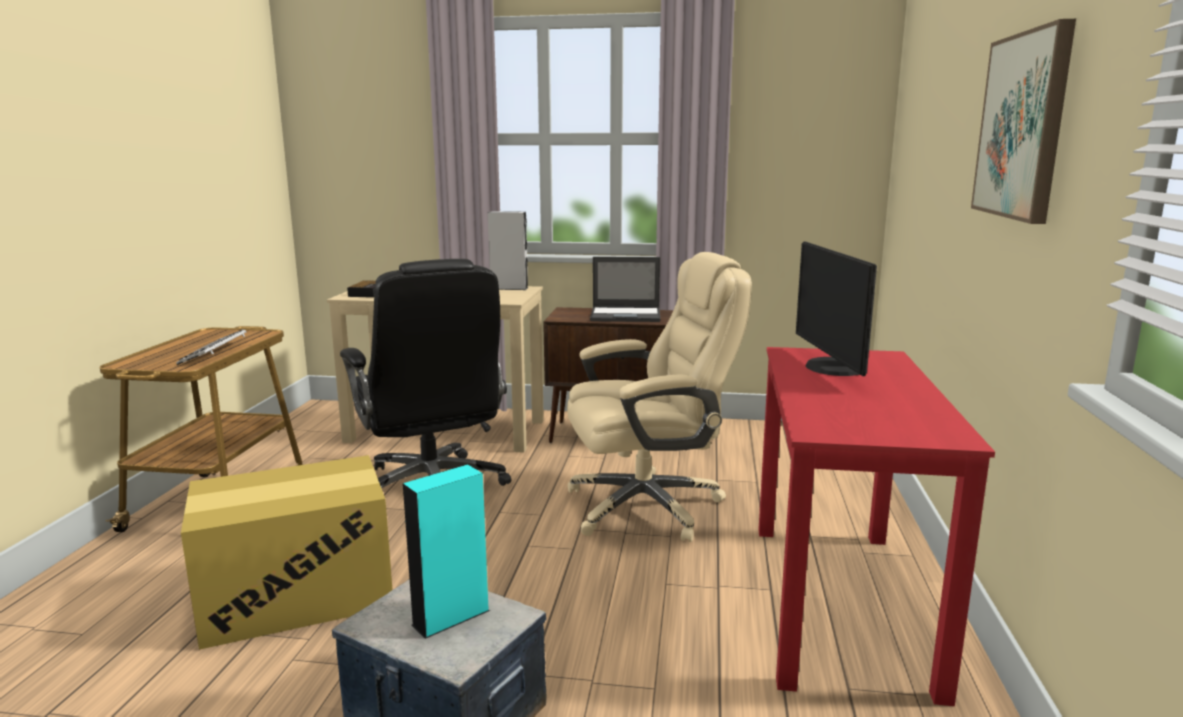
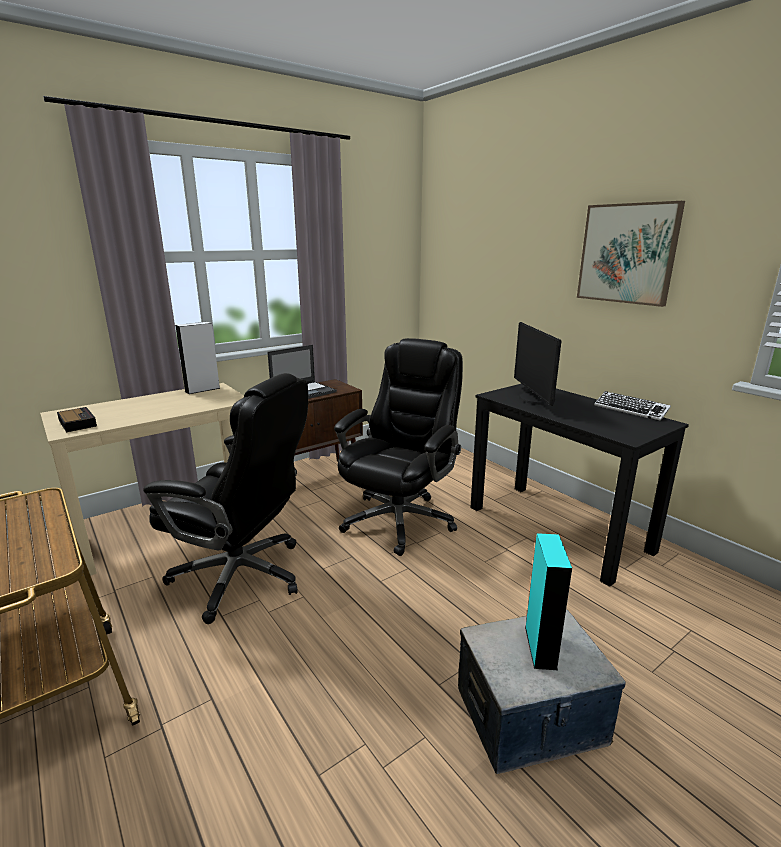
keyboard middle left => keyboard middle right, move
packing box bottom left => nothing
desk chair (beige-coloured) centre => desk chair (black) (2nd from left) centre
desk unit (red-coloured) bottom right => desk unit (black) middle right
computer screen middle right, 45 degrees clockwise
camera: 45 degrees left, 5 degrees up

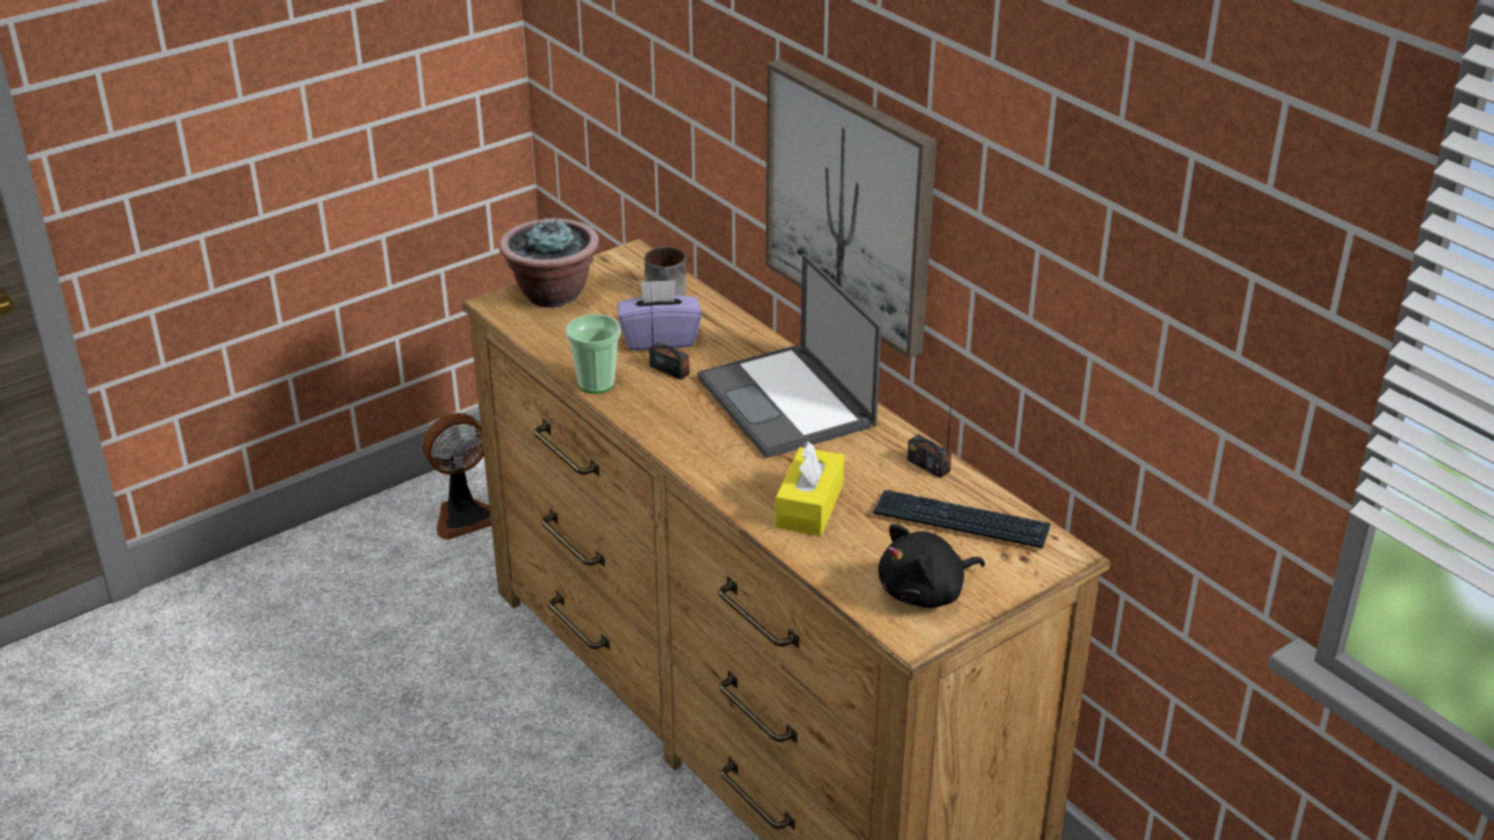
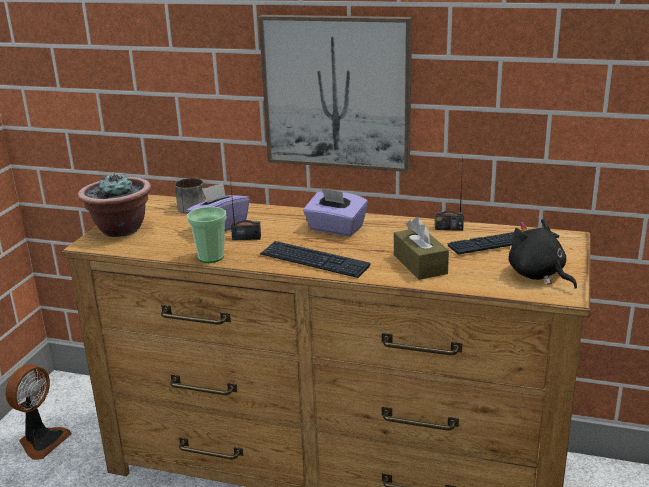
portable computer centre => tissue holder (purple) (2nd from left) centre
tissue holder (yellow) centre => tissue holder (brown) centre
plush toy (black) bottom centre => plush toy (black) middle right, 120 degrees clockwise
nothing => keyboard (1st from left) centre
camera: 35 degrees left, 10 degrees down

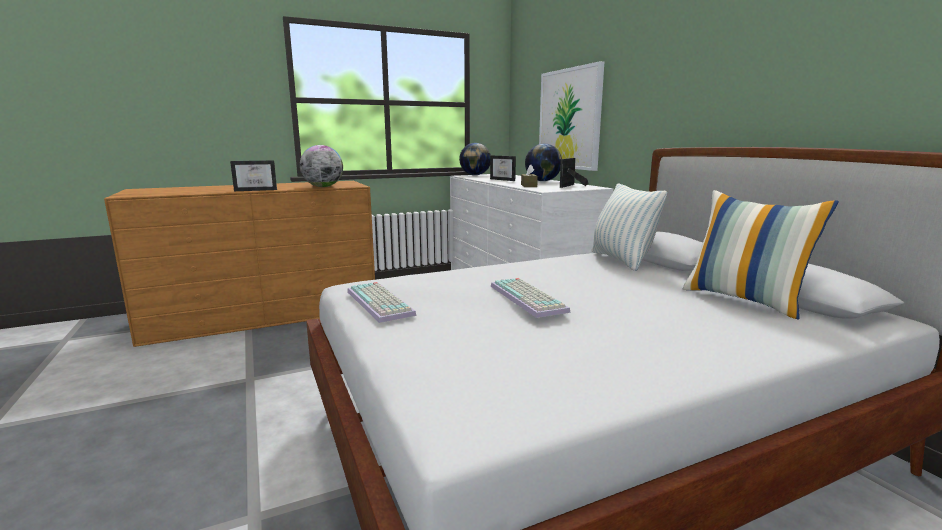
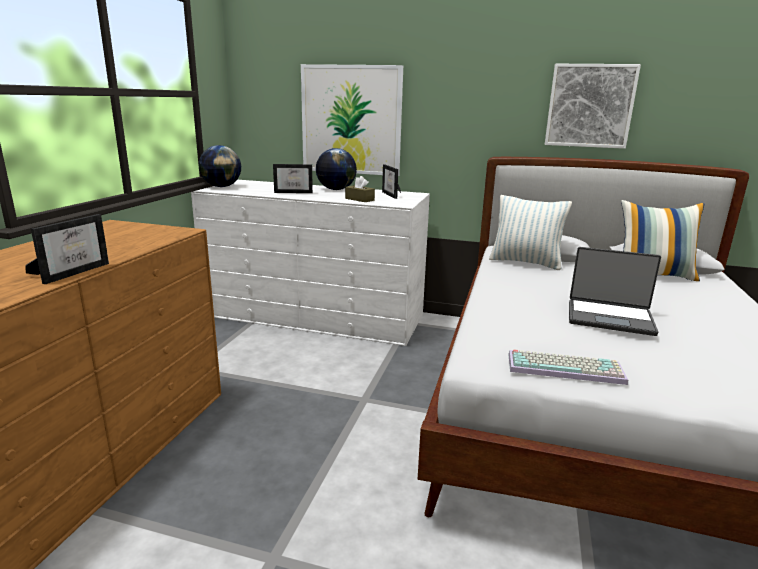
desk globe (1st from left) top centre => nothing
keyboard (2nd from left) centre => portable computer middle right
nothing => wall art (2nd from left) top right
camera: 50 degrees left, 5 degrees up

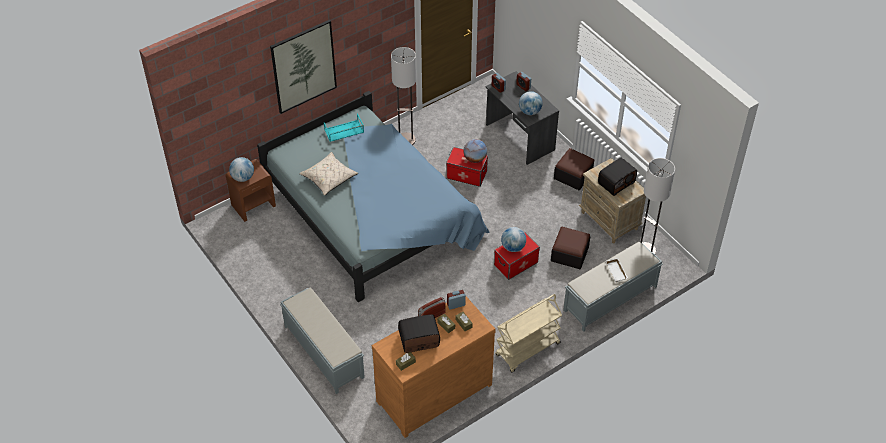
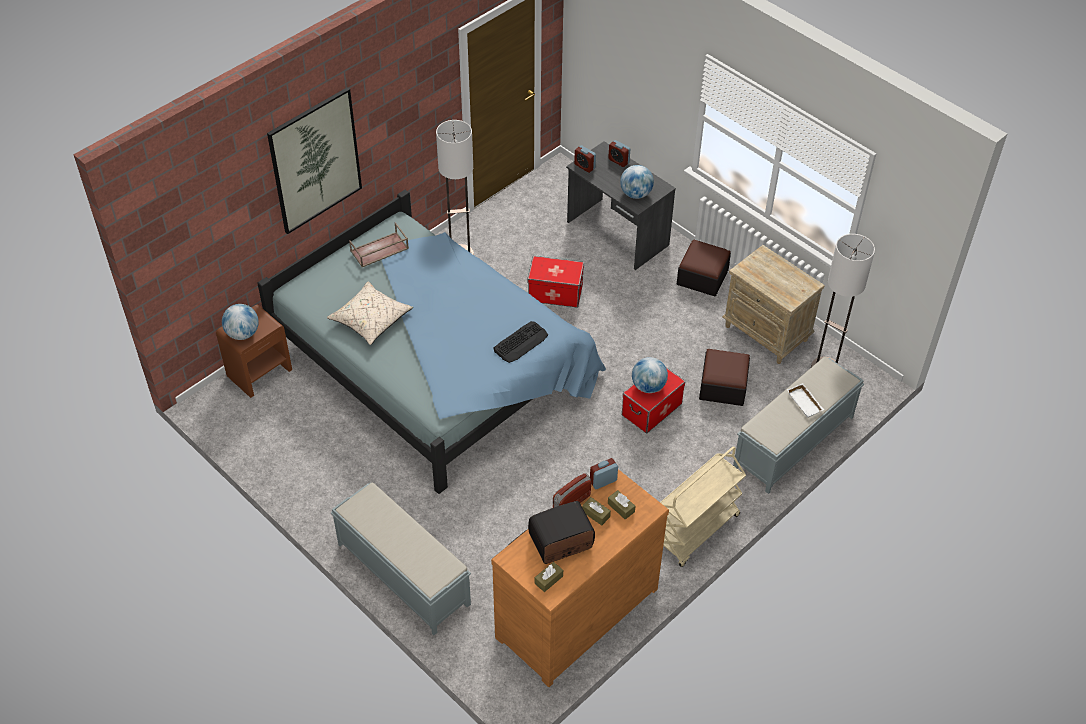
carrying tray (blue-green) top centre => carrying tray (brown) centre
desk globe (2nd from left) centre => nothing
radio (3rd from left) middle right => nothing
nothing => keyboard centre
camera: 10 degrees left, 0 degrees up

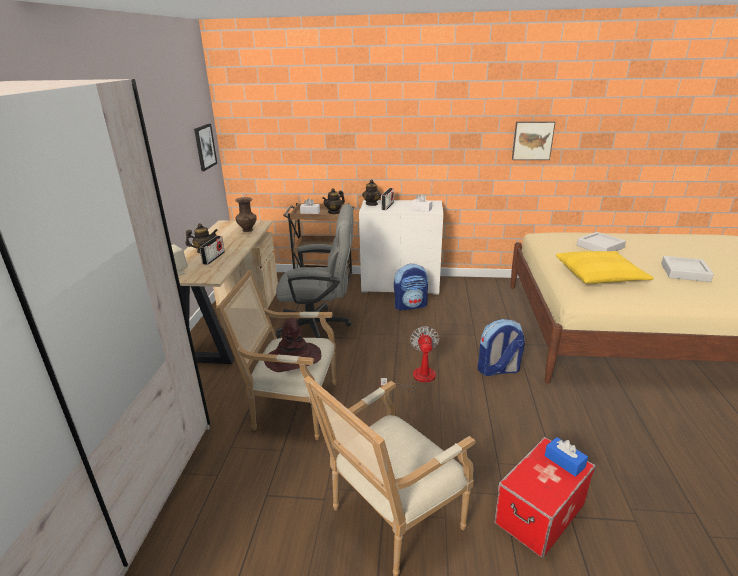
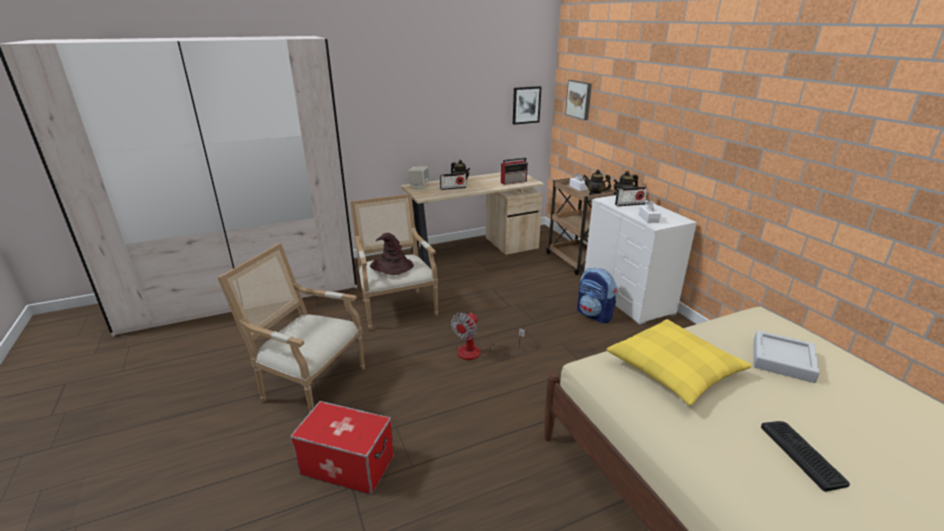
flower vase (brown) centre => radio (2nd from left) top centre
desk chair (gray) centre => nothing
electric fan centre, 150 degrees clockwise
rucksack (2nd from left) middle right => nothing
wall art (2nd from left) top right => wall art (2nd from left) top centre, move
tissue holder (bluish) bottom right => nothing
carrying tray (gray) (2nd from left) middle right => keyboard bottom right
camera: 60 degrees right, 0 degrees up

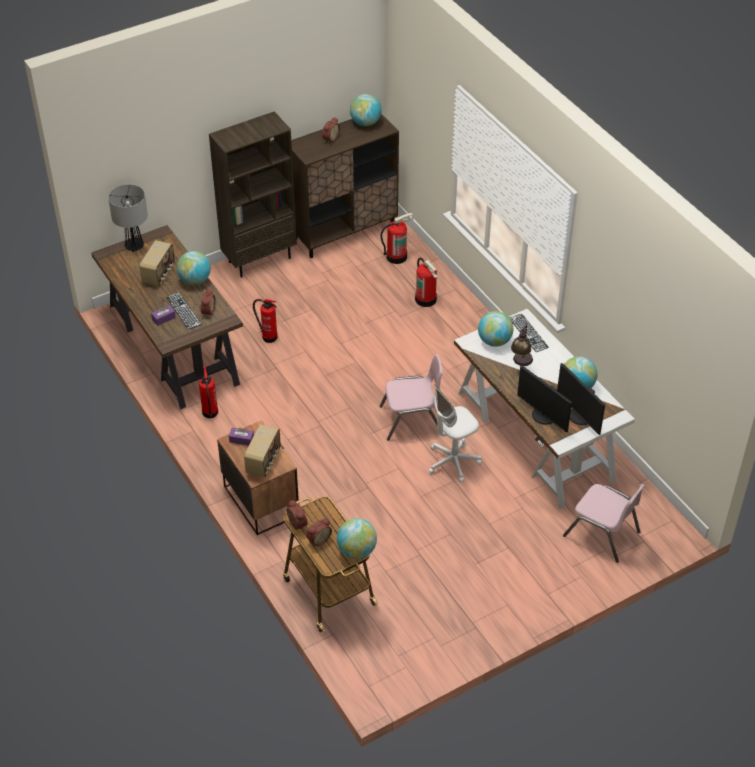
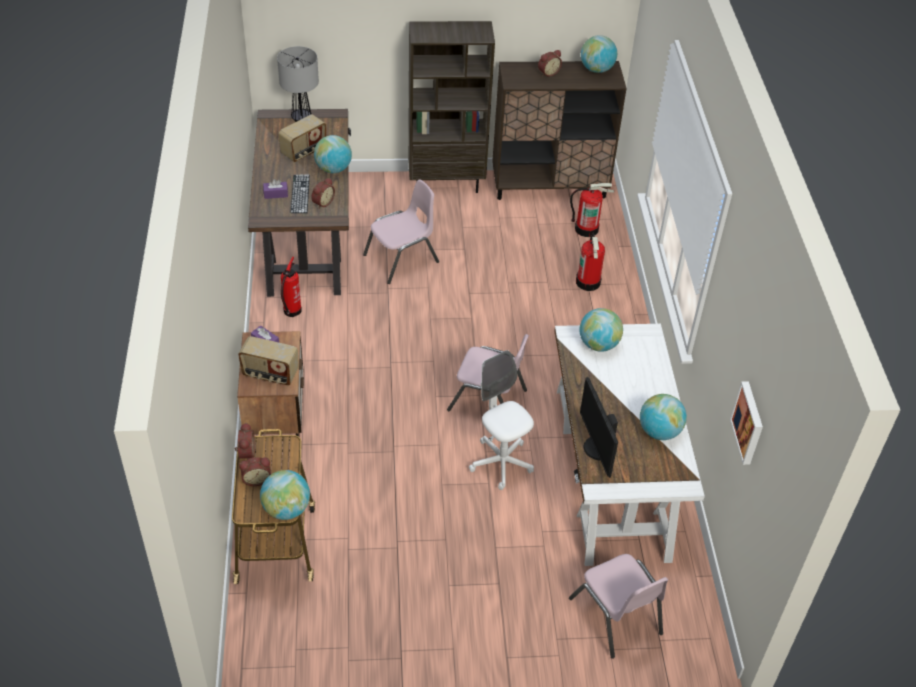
radio (2nd from left in the first image) centre => radio (1st from left) middle left, 60 degrees clockwise
fire-fighting cylinder (2nd from left) centre => upright chair (pink) (1st from left) centre
desk chair (white) centre, 60 degrees clockwise
keyboard (2nd from left) middle right => nothing
table lamp (2nd from left) middle right => nothing
computer screen (2nd from left) middle right => nothing
nothing => wall art middle right
camera: 25 degrees right, 0 degrees up

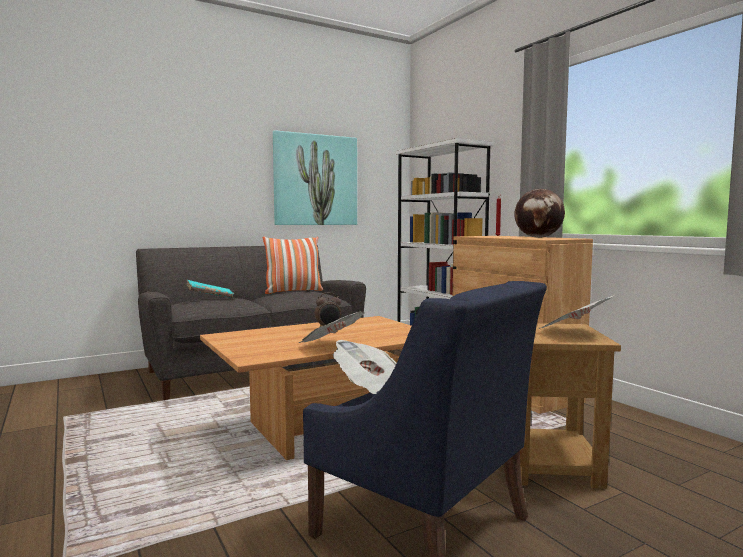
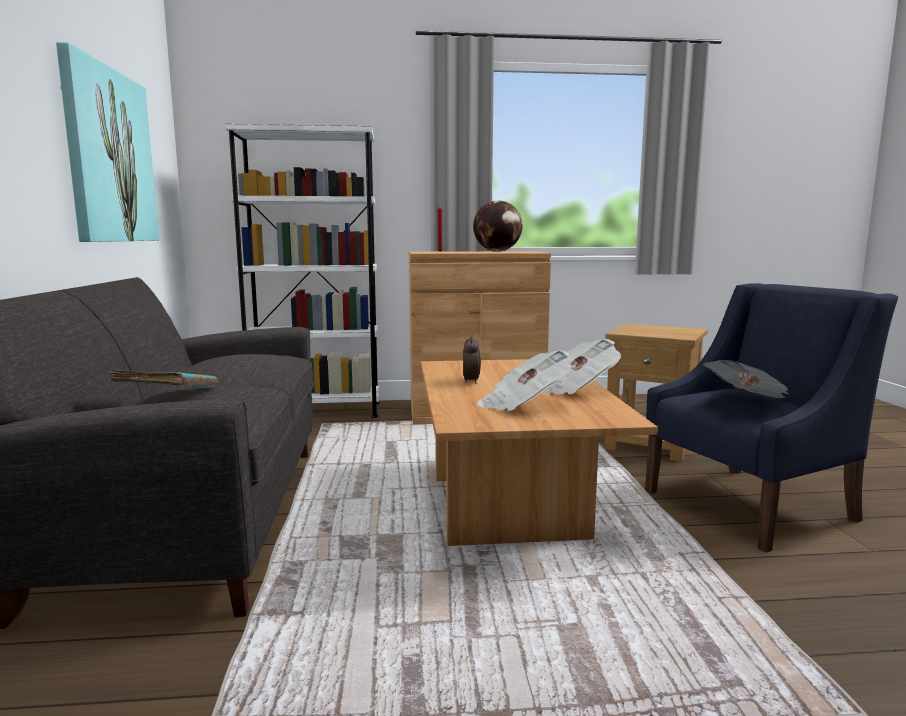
pillow centre => nothing
newspaper (3rd from left in the first image) middle right => newspaper (1st from left) centre, move
camera: 65 degrees left, 5 degrees up

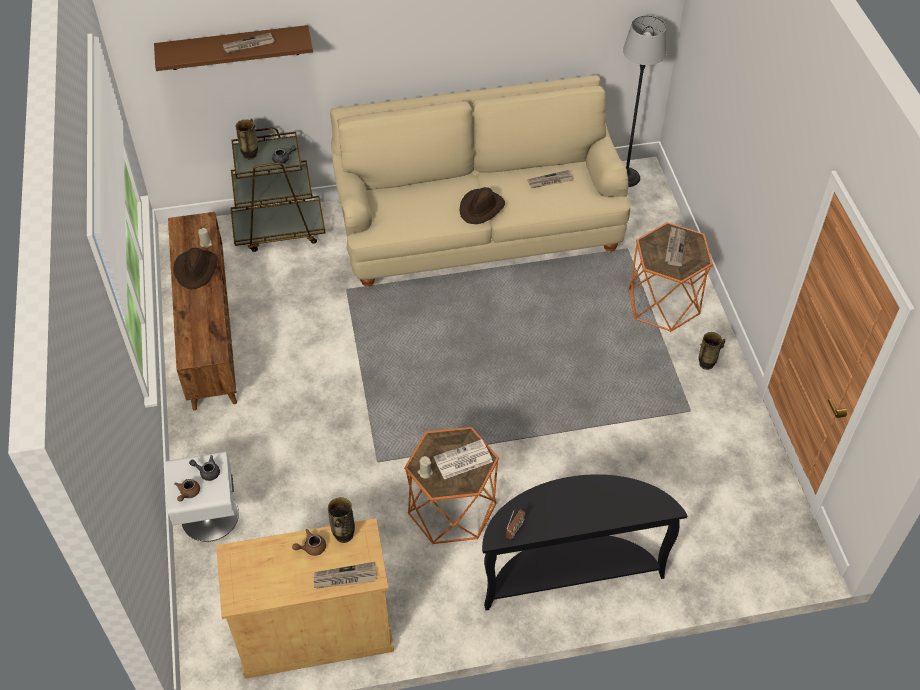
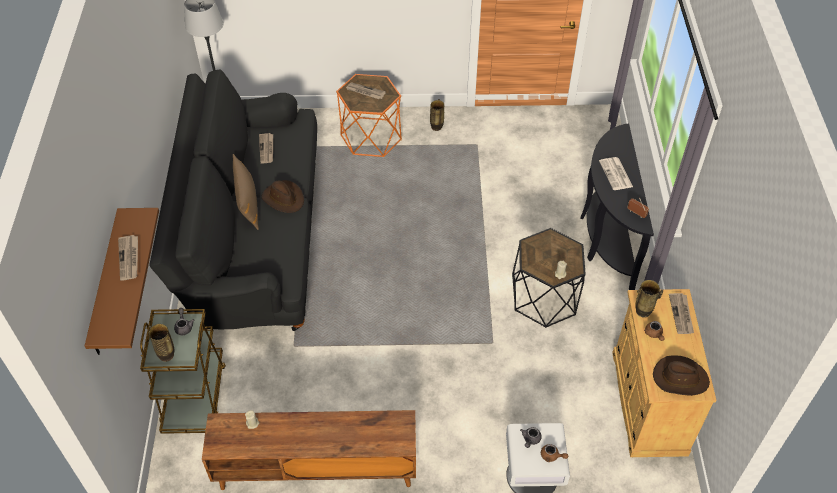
wearable hat (brown) (1st from left in the first image) middle left => wearable hat (brown) (2nd from left) bottom right, move
sofa (beige-coloured) top centre => sofa (black) middle left
side table (orange) (1st from left) bottom centre => side table (black) centre
newspaper (3rd from left in the first image) centre => newspaper (4th from left) middle right, move
nothing => pillow (brown) middle left
camera: 80 degrees left, 0 degrees up

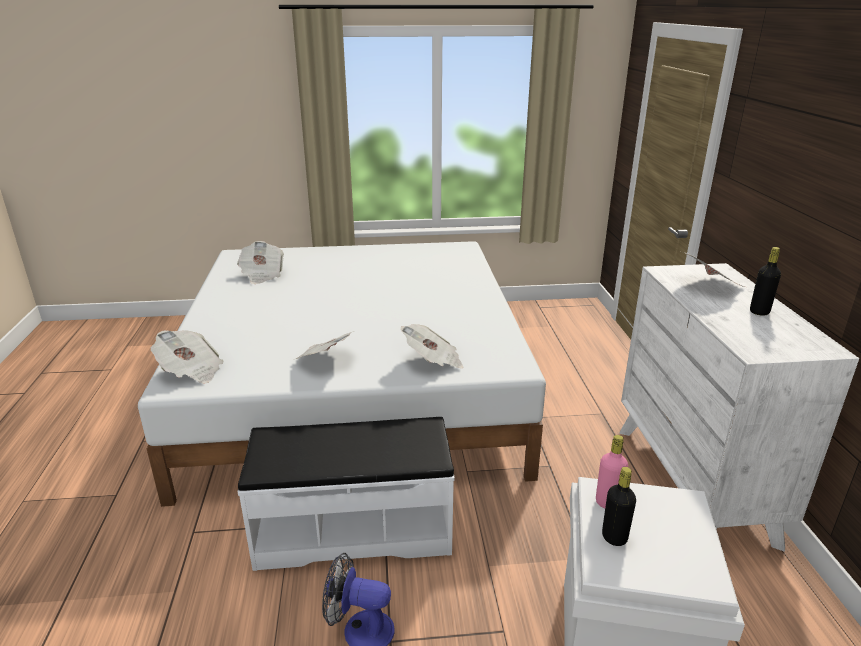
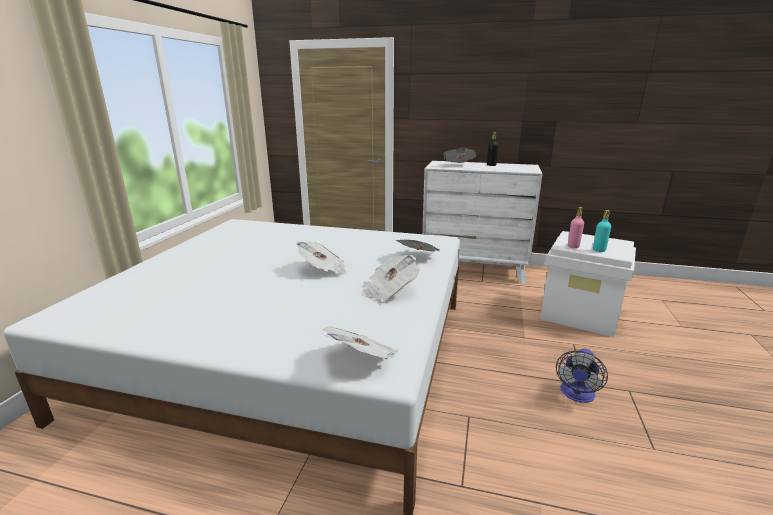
newspaper (2nd from left in the first image) middle left => newspaper (1st from left) centre, move
indoor bench (white) bottom centre => nothing
drink bottle (black) (1st from left) bottom right => drink bottle (blue-green) middle right
camera: 70 degrees left, 5 degrees down

